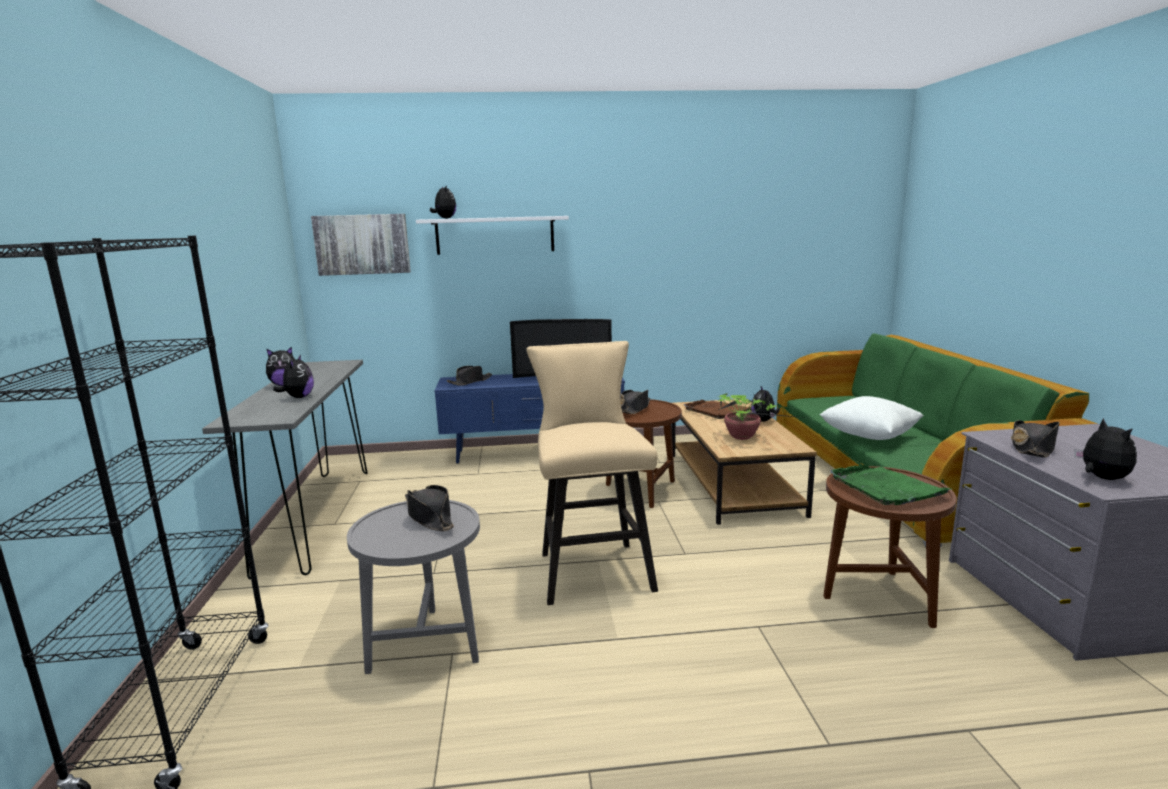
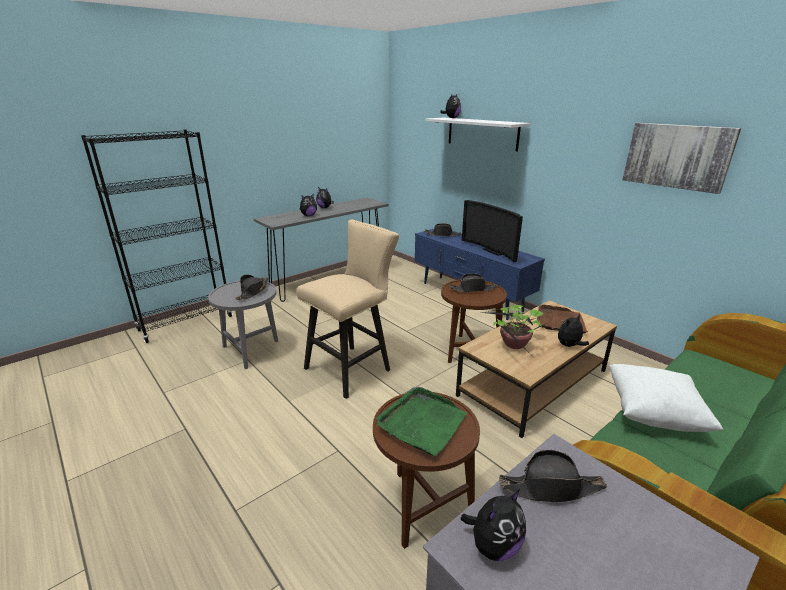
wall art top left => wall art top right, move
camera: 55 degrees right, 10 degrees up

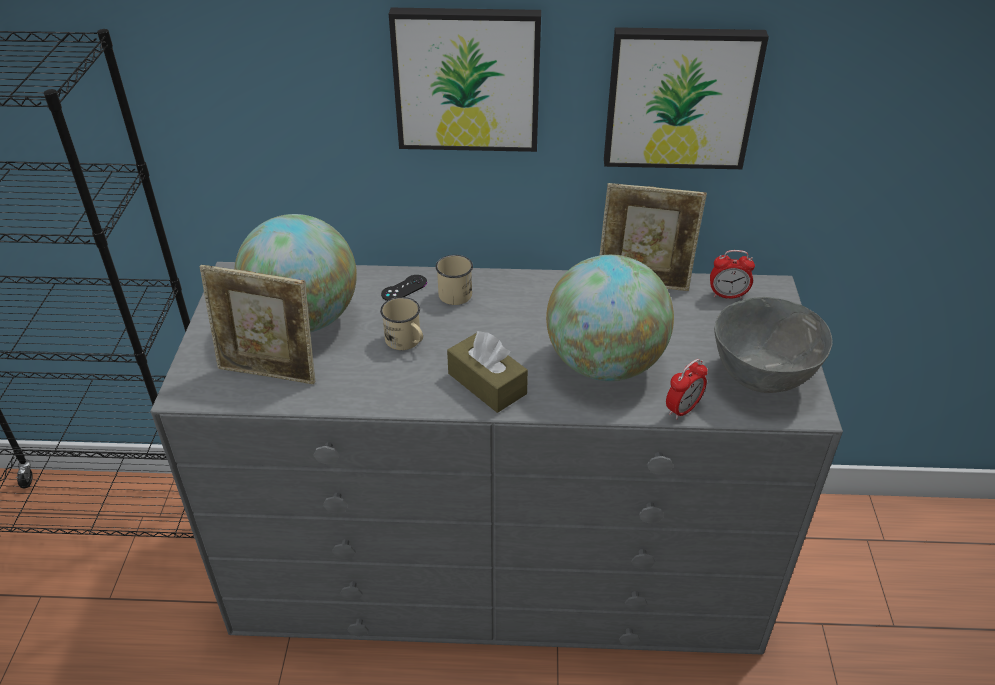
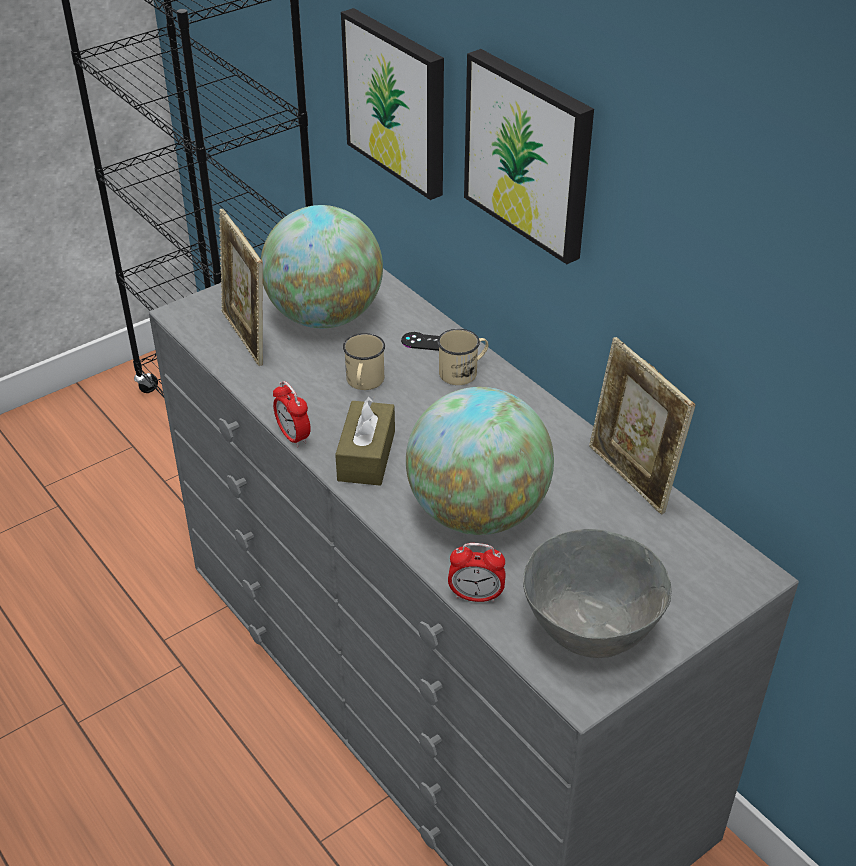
wall art (2nd from left in the first image) top right => wall art (1st from left) top centre, move
alarm clock (2nd from left in the first image) middle right => alarm clock (1st from left) centre, move
camera: 50 degrees right, 0 degrees up

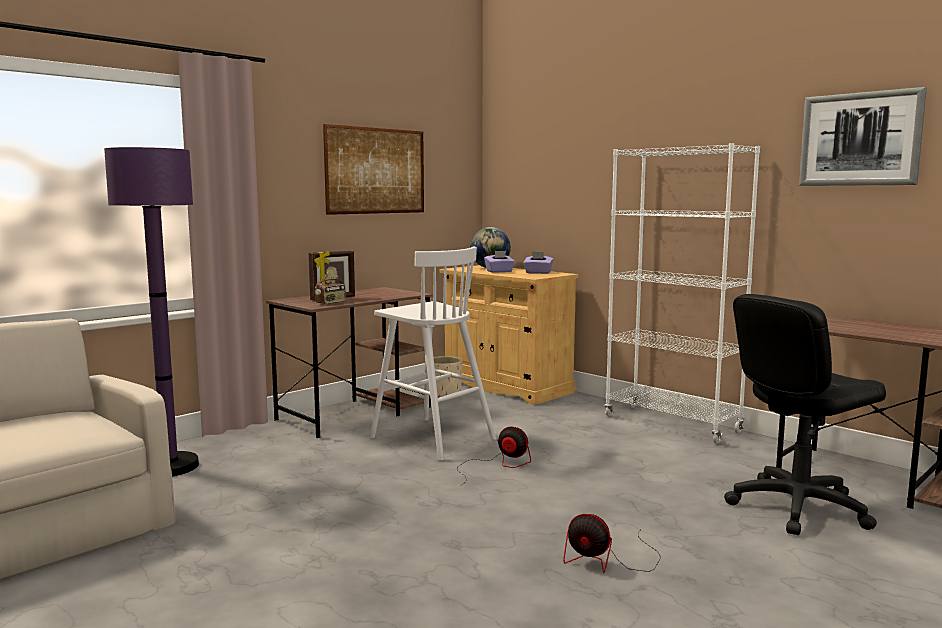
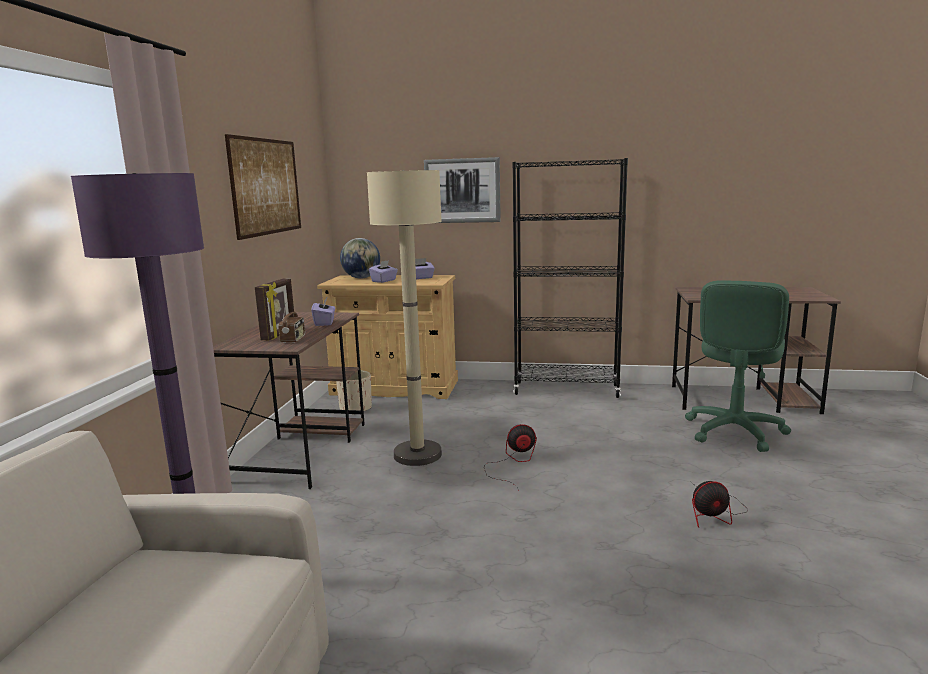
stool seat (white) centre => floor lamp (beige-coloured) centre
bookshelf (white) middle right => bookshelf (black) centre
desk chair (black) middle right => desk chair (green-coloured) middle right
wall art (2nd from left) top right => wall art (2nd from left) top centre, move
nothing => tissue holder (purple) (1st from left) centre
camera: 35 degrees left, 5 degrees up

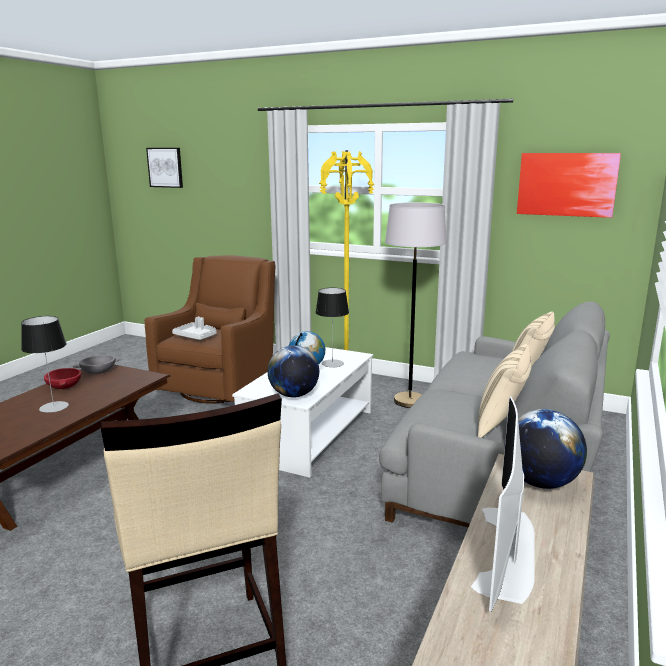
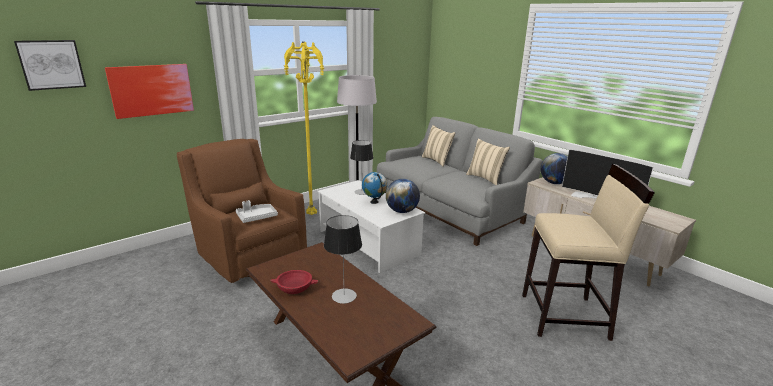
bowl (gray) middle left => nothing
wall art (2nd from left) top right => wall art (2nd from left) top left, move
camera: 65 degrees left, 5 degrees up

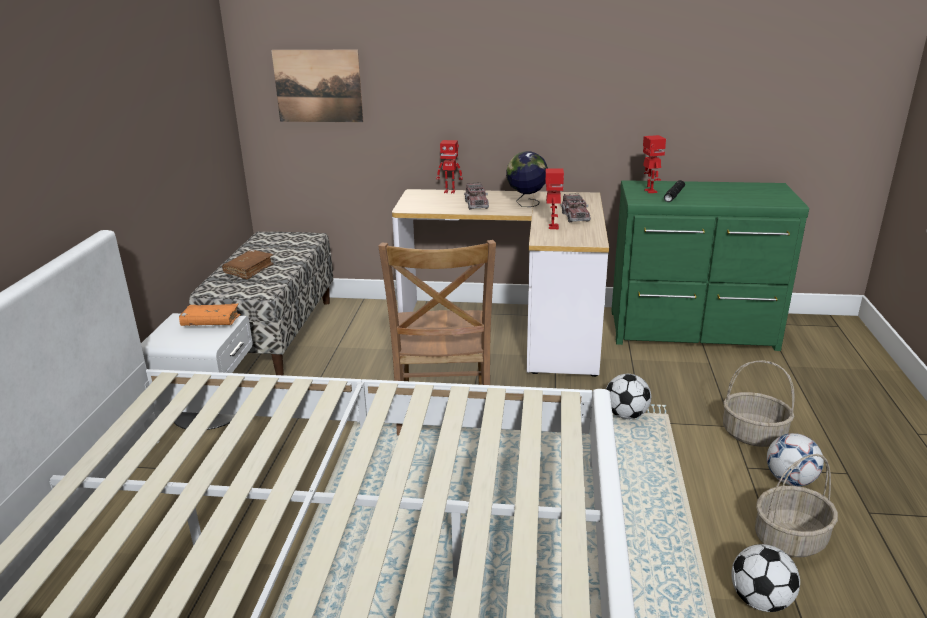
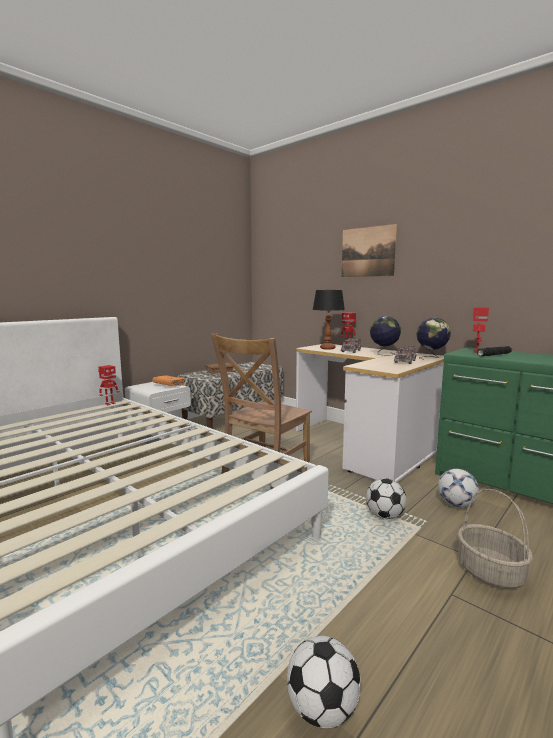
wall art top centre => wall art middle right, move
toy robot (2nd from left in the first image) top centre => toy robot (1st from left) middle left, move
basket (2nd from left) bottom right => nothing
ball for football (3rd from left) bottom right => ball for football (3rd from left) middle right, move
nothing => table lamp centre
nothing => desk globe (2nd from left) middle right
camera: 35 degrees right, 15 degrees down

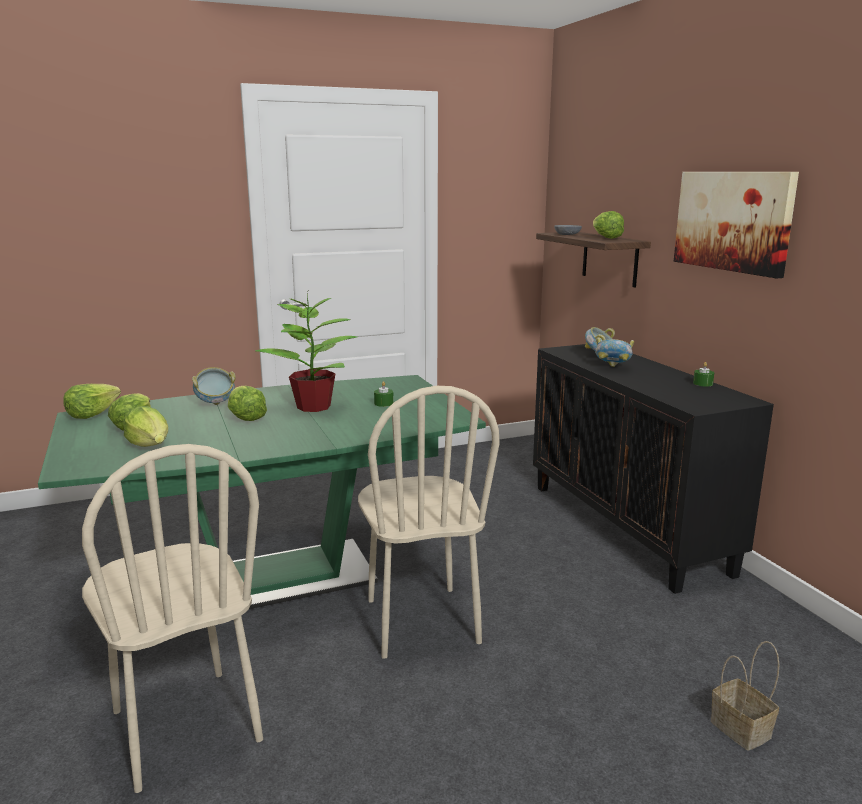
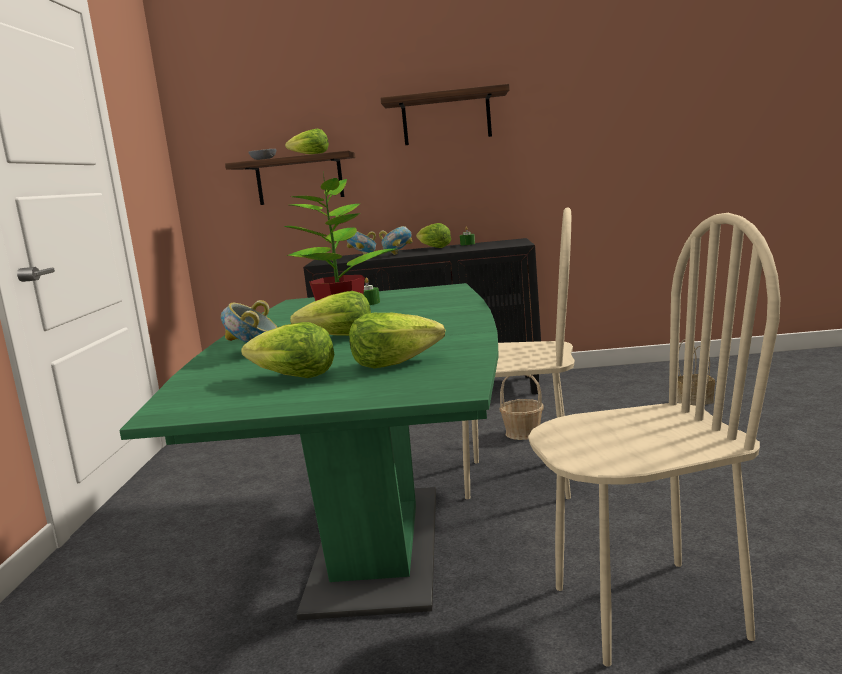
lettuce (1st from left in the first image) middle left => lettuce (5th from left) centre, move
wall art top right => shelf (2nd from left) top centre
nothing => basket (1st from left) centre
camera: 65 degrees left, 5 degrees down

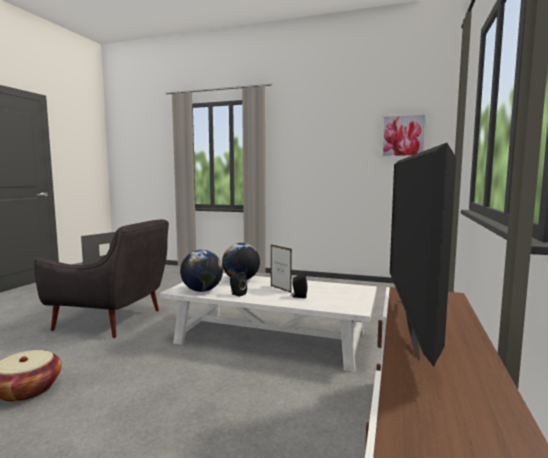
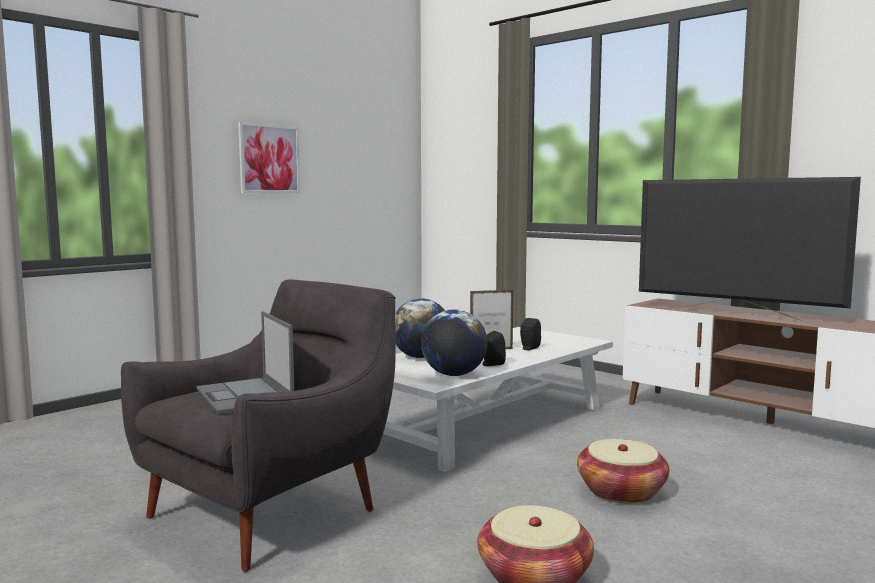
wall art top right => wall art top left, move
nothing => basket (2nd from left) bottom right
camera: 65 degrees left, 0 degrees up

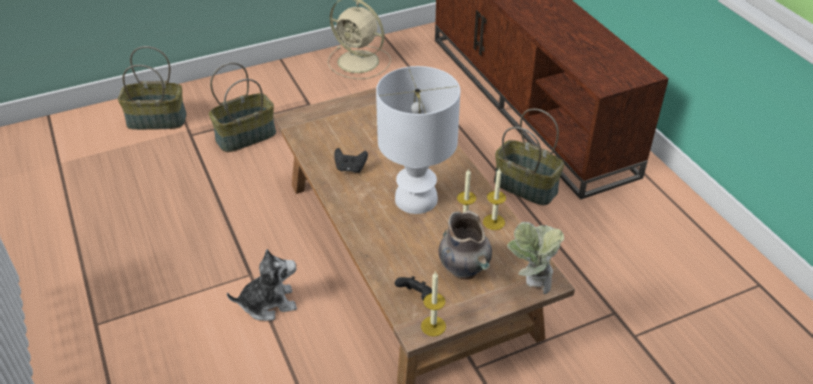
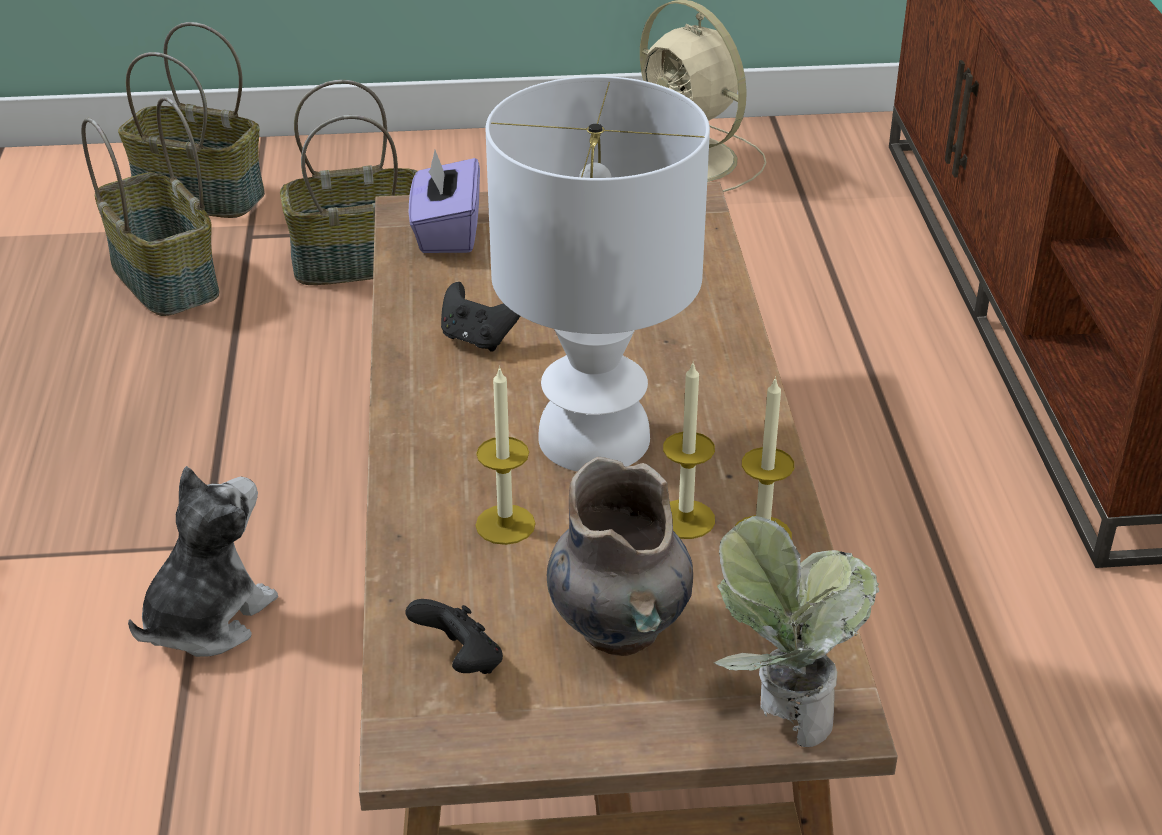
plush toy bottom left, 60 degrees counterclockwise
wax candle (1st from left) bottom centre => wax candle (1st from left) centre, move
basket (3rd from left in the first image) centre => basket (1st from left) top left, move
nothing => tissue holder (purple) top centre
camera: 20 degrees right, 5 degrees down

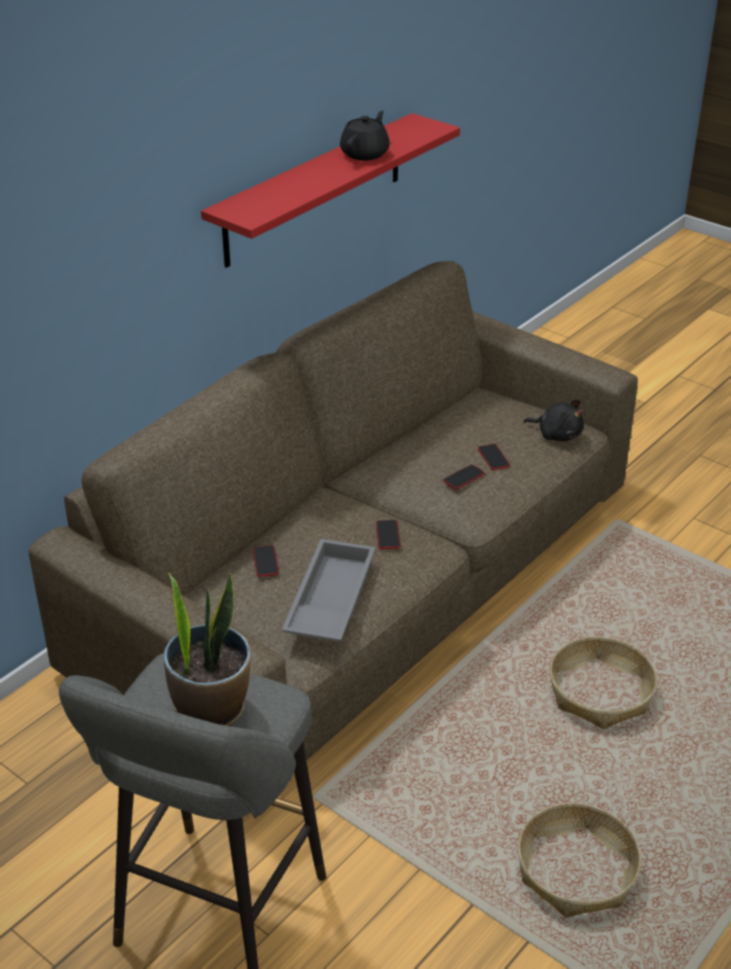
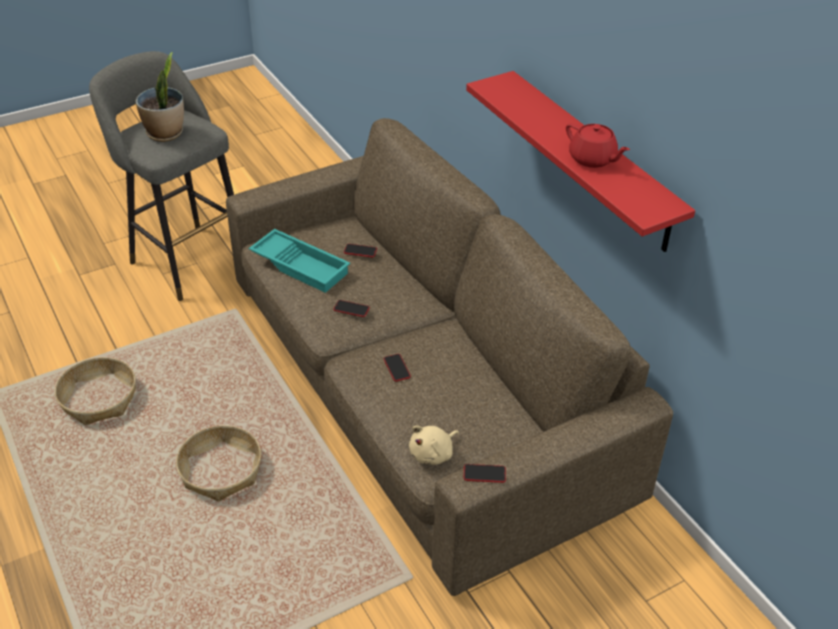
carrying tray (gray) centre => carrying tray (blue-green) centre
teapot (black) top centre => teapot (red-coloured) top right
telephone (4th from left) middle right => telephone (4th from left) bottom centre, move
plush toy (black) middle right => plush toy (beige-coloured) bottom centre
camera: 110 degrees right, 5 degrees up

